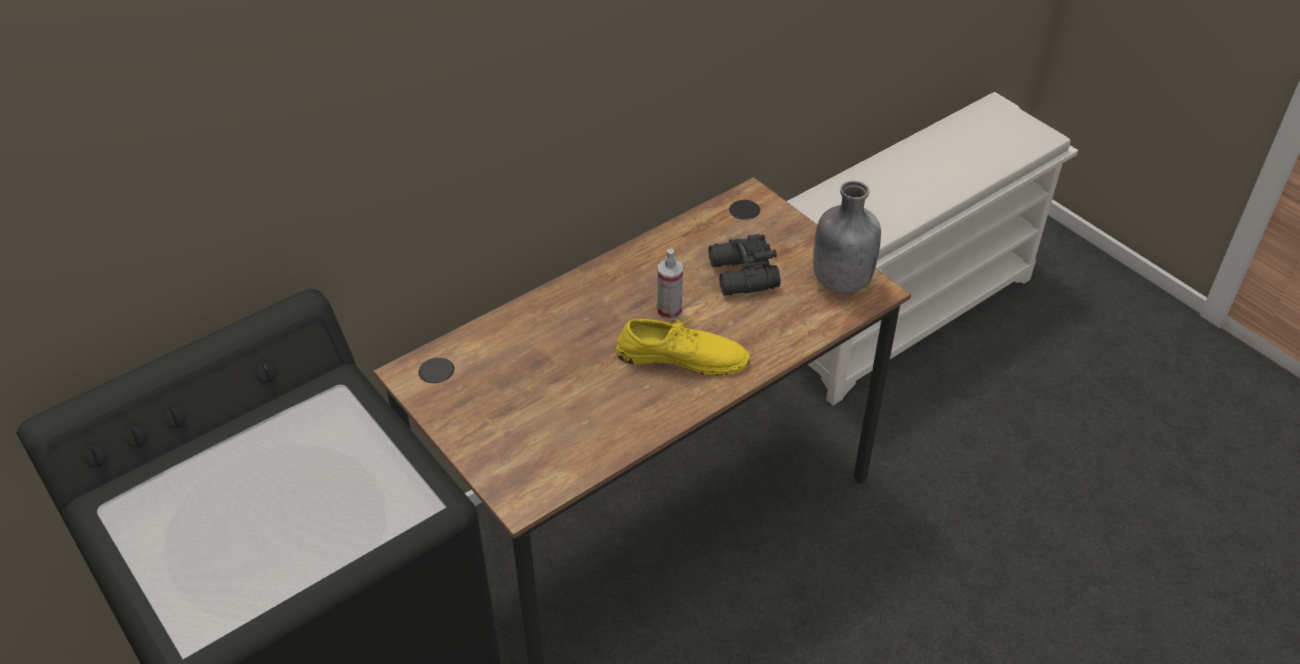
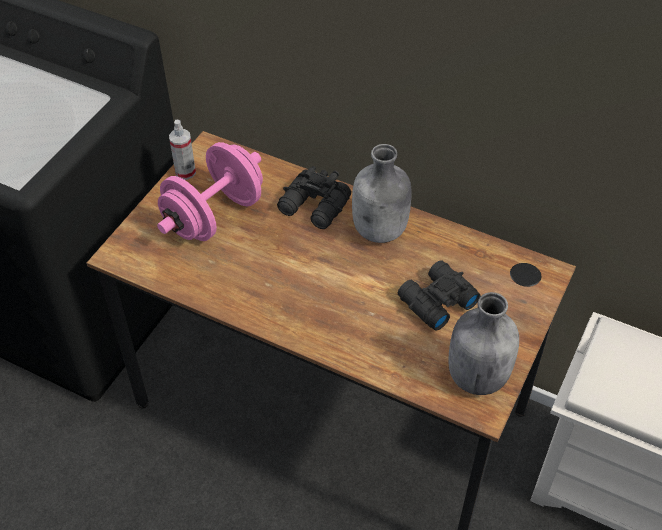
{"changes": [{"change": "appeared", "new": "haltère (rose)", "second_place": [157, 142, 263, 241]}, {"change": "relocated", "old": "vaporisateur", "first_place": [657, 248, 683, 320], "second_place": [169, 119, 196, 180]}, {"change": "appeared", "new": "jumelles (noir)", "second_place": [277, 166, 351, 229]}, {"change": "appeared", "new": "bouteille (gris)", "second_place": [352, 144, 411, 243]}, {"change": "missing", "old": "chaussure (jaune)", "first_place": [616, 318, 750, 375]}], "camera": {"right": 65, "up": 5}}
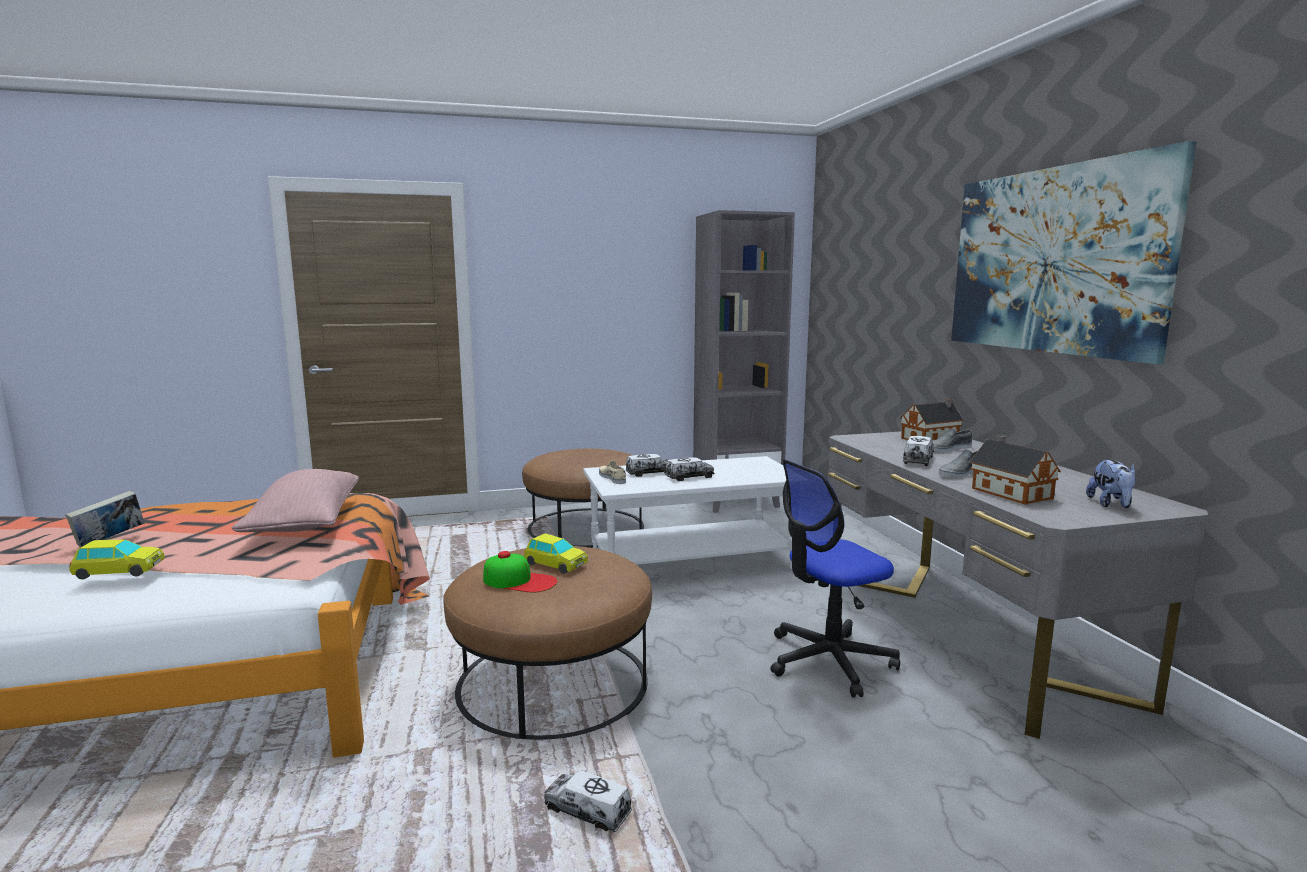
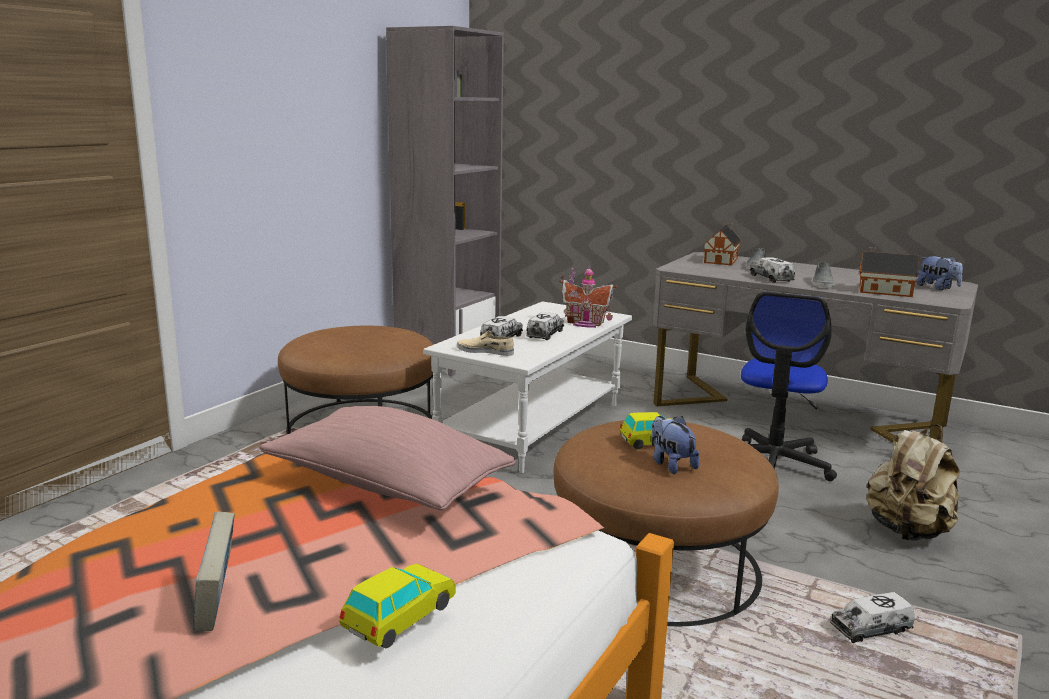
{"changes": [{"change": "appeared", "new": "maison miniature", "second_place": [560, 267, 617, 328]}, {"change": "exchanged", "old": "casquette", "new": "peluche", "first_place": [483, 551, 557, 592], "second_place": [651, 416, 700, 474]}, {"change": "appeared", "new": "sac à dos (beige)", "second_place": [866, 425, 959, 541]}, {"change": "missing", "old": "tableau", "first_place": [951, 141, 1196, 364]}], "camera": {"right": -45, "up": 5}}
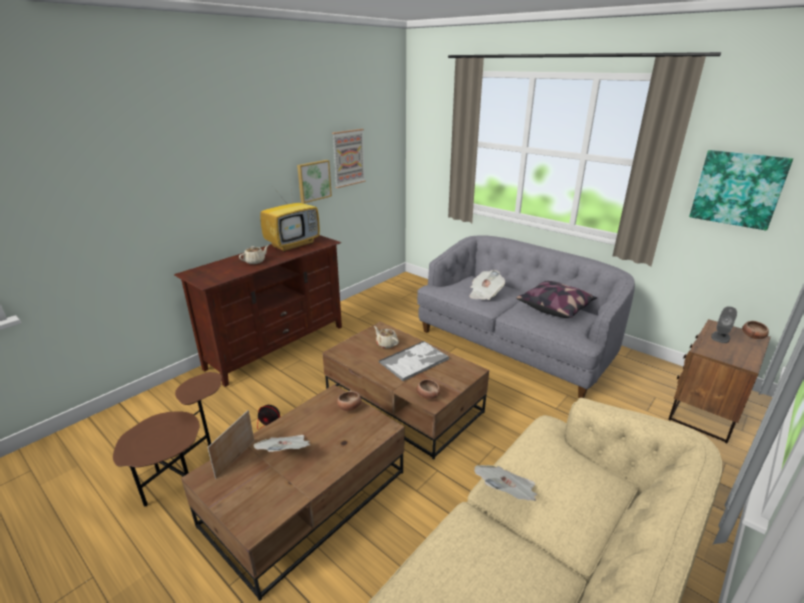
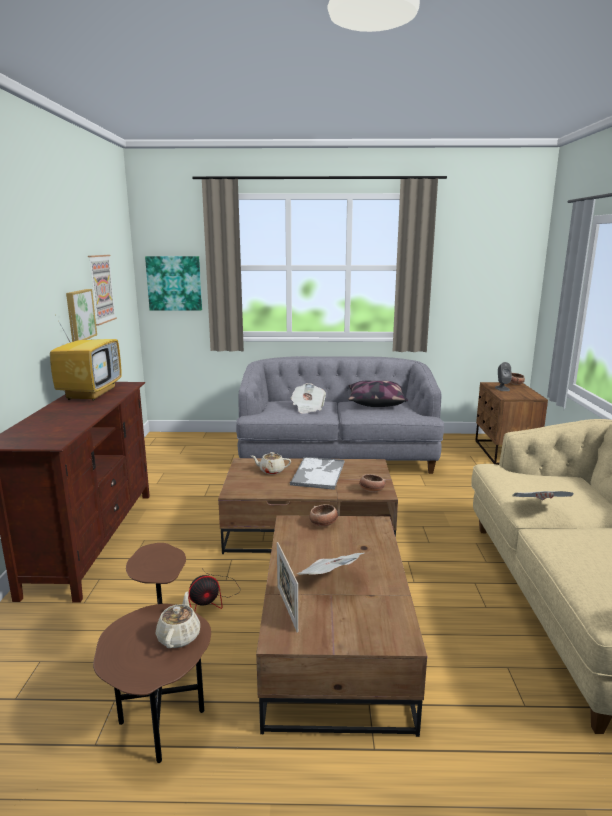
{"changes": [{"change": "relocated", "old": "tableau", "first_place": [689, 150, 793, 231], "second_place": [145, 256, 202, 311]}, {"change": "relocated", "old": "théière (beige)", "first_place": [239, 245, 269, 264], "second_place": [156, 591, 200, 648]}], "camera": {"right": -40, "up": -10}}
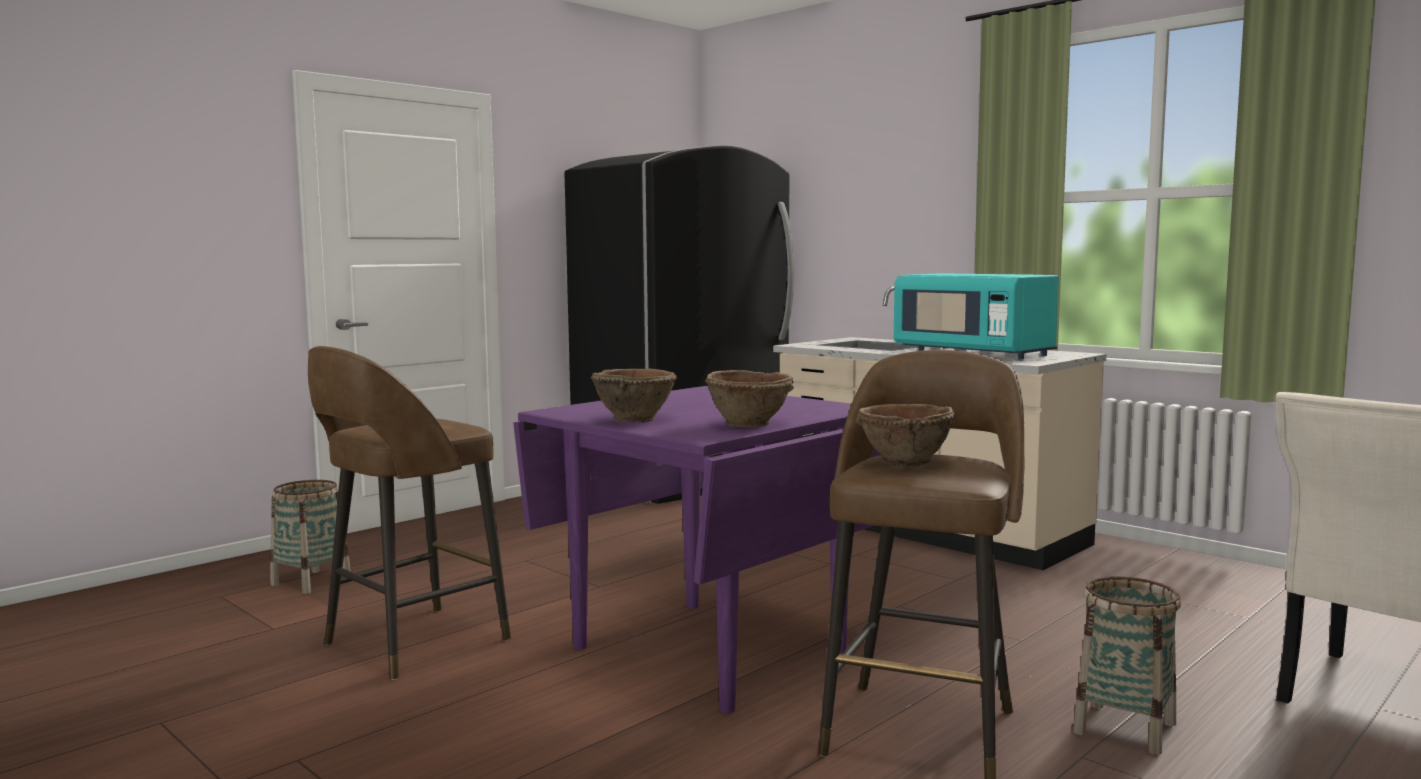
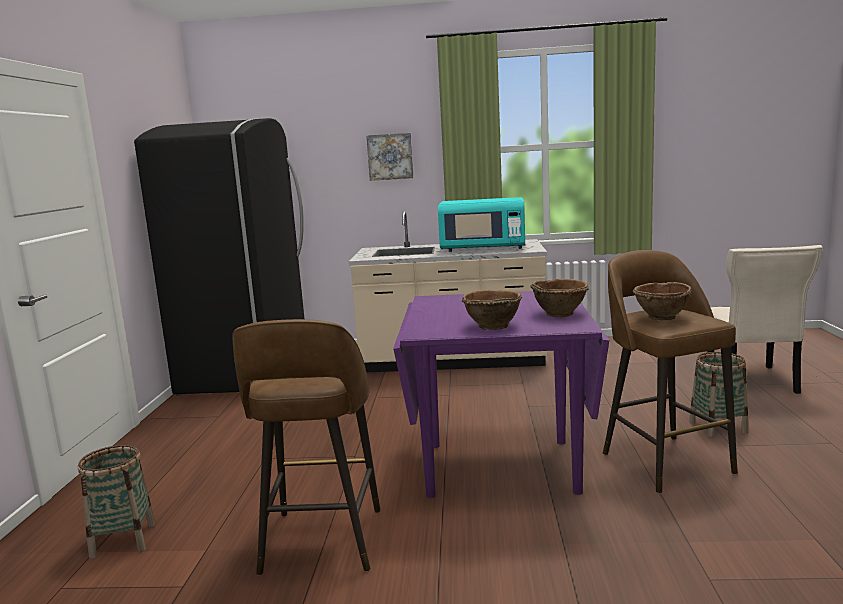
{"changes": [{"change": "appeared", "new": "tableau", "second_place": [367, 133, 413, 181]}], "camera": {"right": -40, "up": 5}}
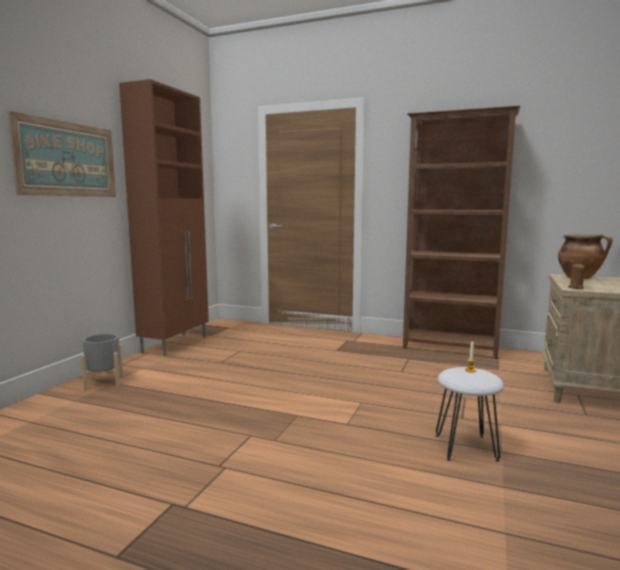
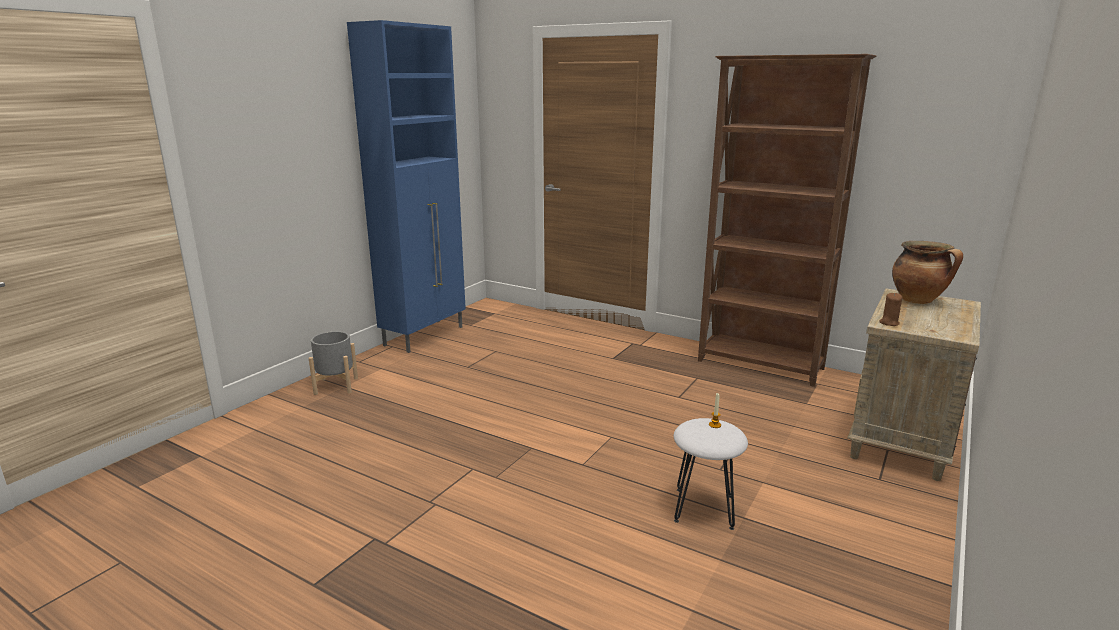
{"changes": [{"change": "colour", "old": "meuble de rangement (marron)", "new": "meuble de rangement (bleu)", "first_place": [119, 79, 209, 356], "second_place": [347, 20, 466, 353]}, {"change": "missing", "old": "tableau", "first_place": [7, 111, 116, 197]}], "camera": {"right": 10, "up": 10}}
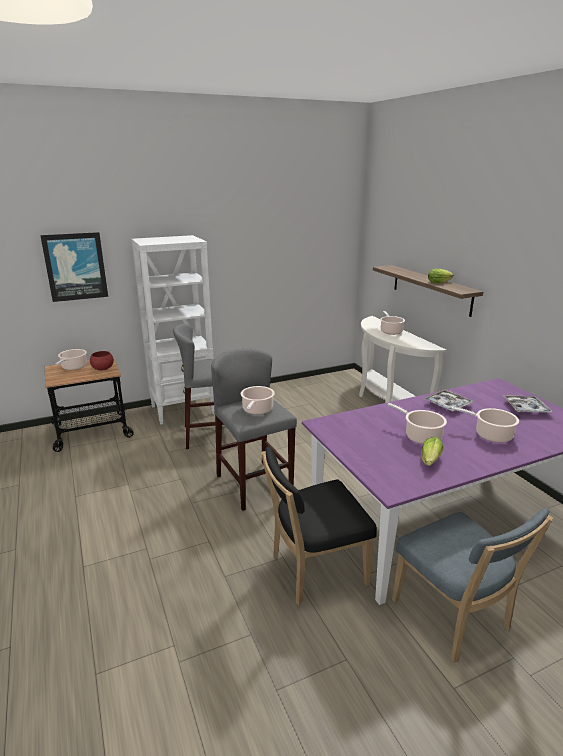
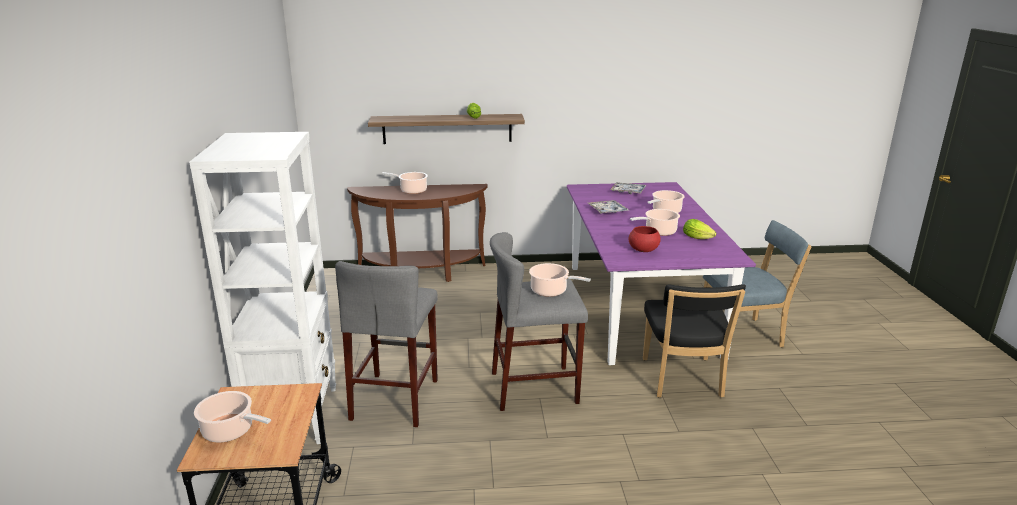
{"changes": [{"change": "colour", "old": "table console (blanc)", "new": "table console (marron)", "first_place": [359, 316, 447, 403], "second_place": [347, 184, 488, 282]}, {"change": "relocated", "old": "bol (rouge)", "first_place": [90, 351, 114, 370], "second_place": [629, 226, 661, 252]}, {"change": "missing", "old": "tableau", "first_place": [40, 232, 108, 302]}], "camera": {"right": -70, "up": 0}}
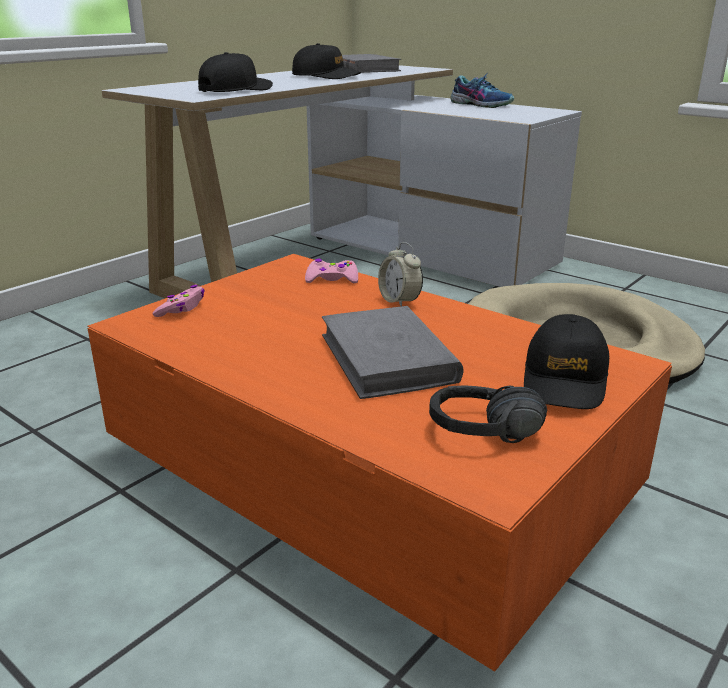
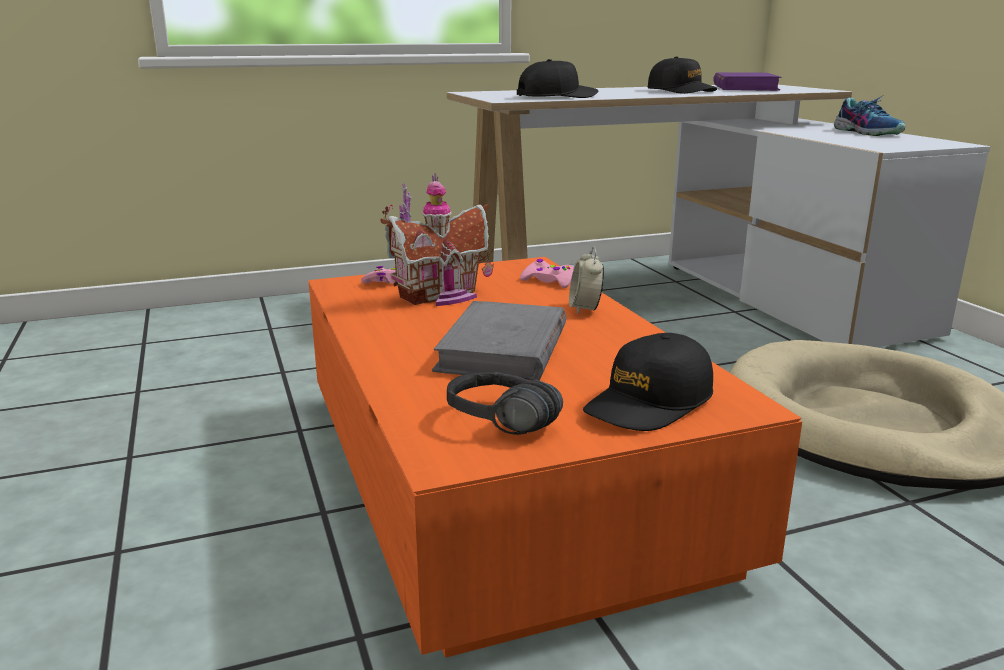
{"changes": [{"change": "appeared", "new": "maison miniature", "second_place": [380, 174, 494, 306]}, {"change": "colour", "old": "livre (gris)", "new": "livre (violet)", "first_place": [342, 54, 401, 73], "second_place": [713, 72, 782, 91]}], "camera": {"right": 30, "up": -5}}
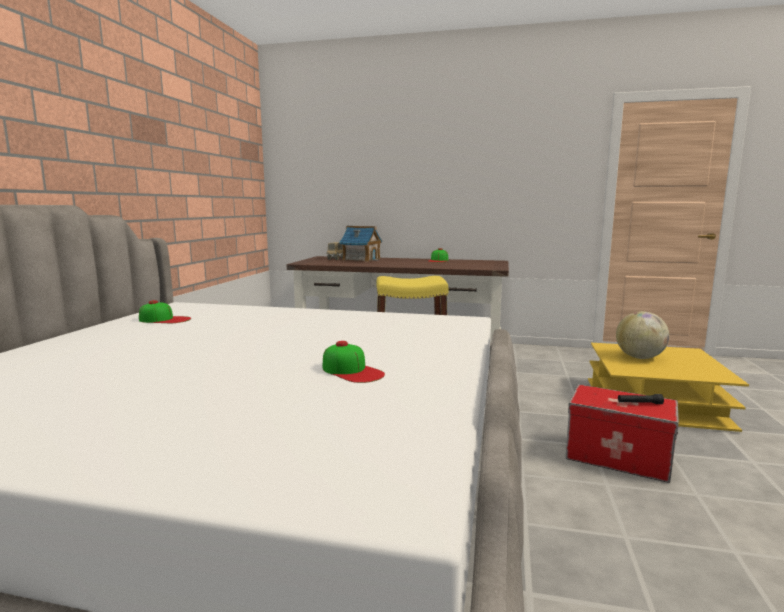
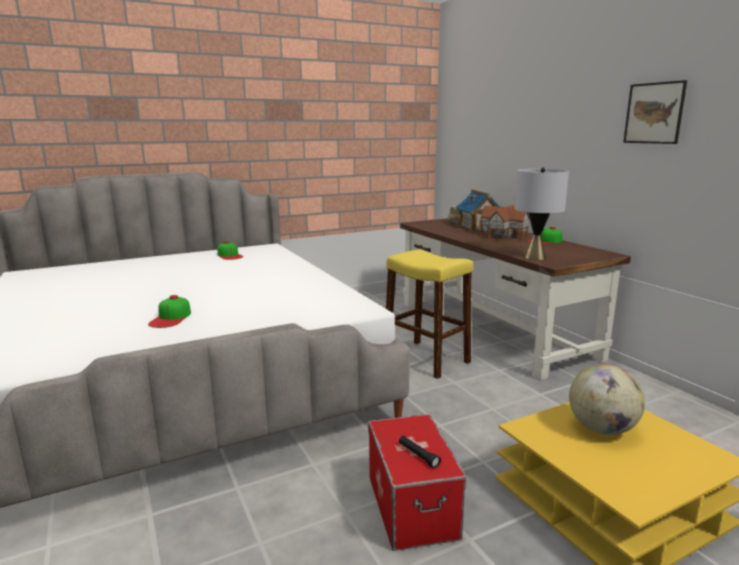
{"changes": [{"change": "appeared", "new": "maison miniature", "second_place": [480, 205, 530, 240]}, {"change": "appeared", "new": "lampe de table (gris)", "second_place": [514, 167, 569, 260]}, {"change": "appeared", "new": "tableau", "second_place": [623, 80, 687, 144]}], "camera": {"right": 50, "up": 5}}
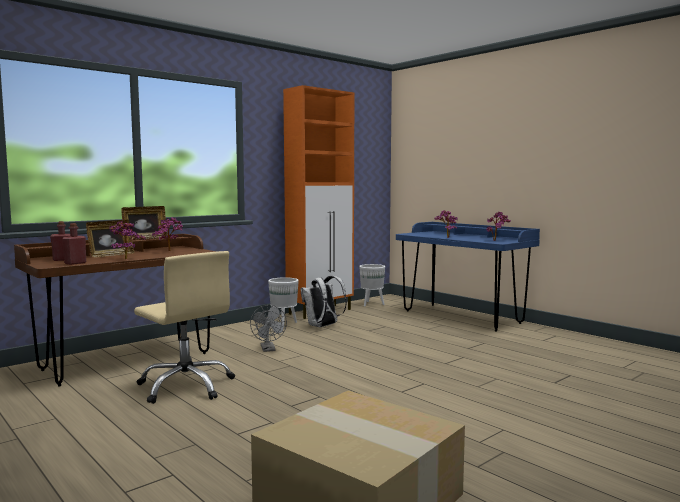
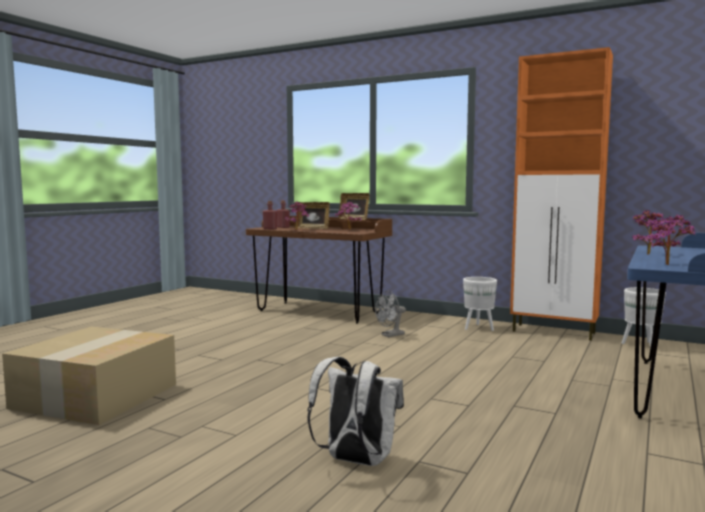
{"changes": [{"change": "relocated", "old": "sac à dos (blanc)", "first_place": [301, 276, 347, 327], "second_place": [307, 357, 404, 466]}, {"change": "missing", "old": "chaise de bureau (beige)", "first_place": [134, 251, 235, 404]}], "camera": {"right": 70, "up": 0}}
